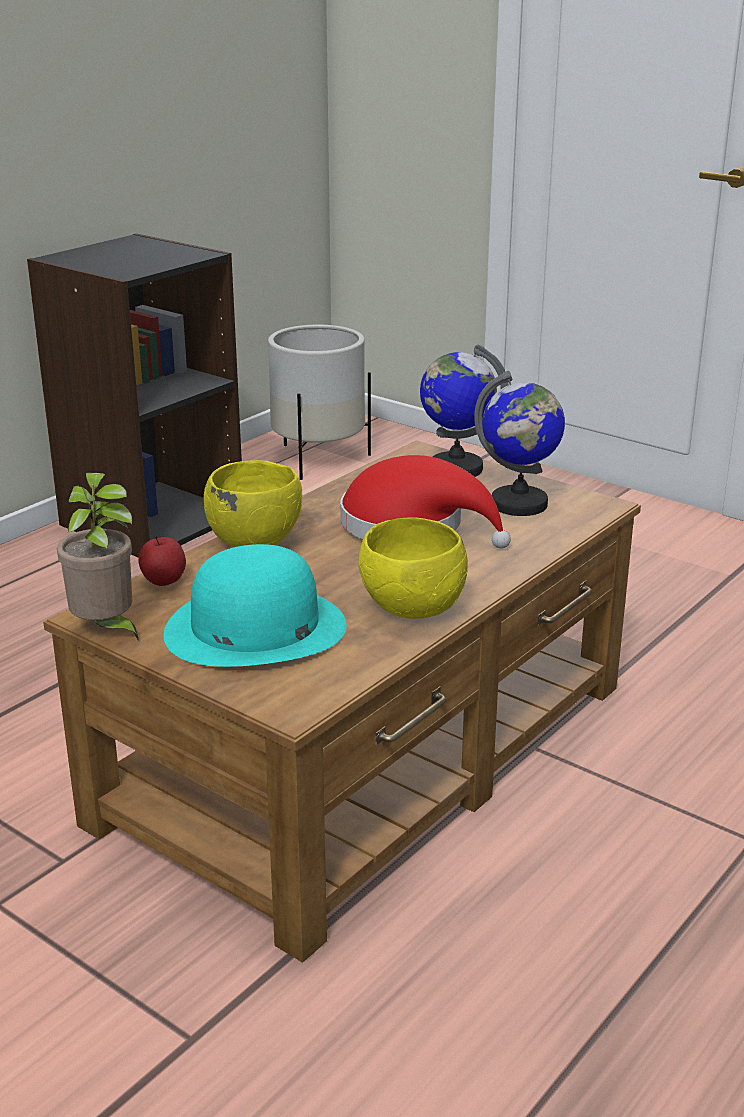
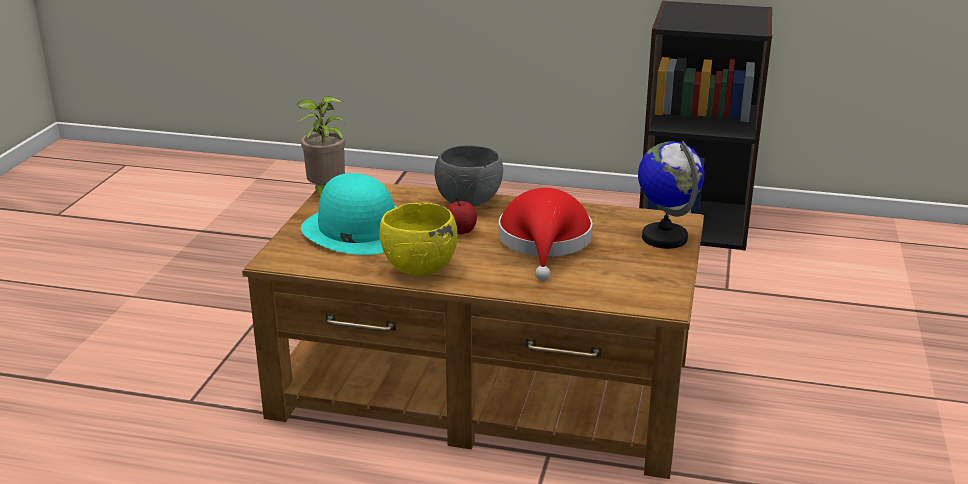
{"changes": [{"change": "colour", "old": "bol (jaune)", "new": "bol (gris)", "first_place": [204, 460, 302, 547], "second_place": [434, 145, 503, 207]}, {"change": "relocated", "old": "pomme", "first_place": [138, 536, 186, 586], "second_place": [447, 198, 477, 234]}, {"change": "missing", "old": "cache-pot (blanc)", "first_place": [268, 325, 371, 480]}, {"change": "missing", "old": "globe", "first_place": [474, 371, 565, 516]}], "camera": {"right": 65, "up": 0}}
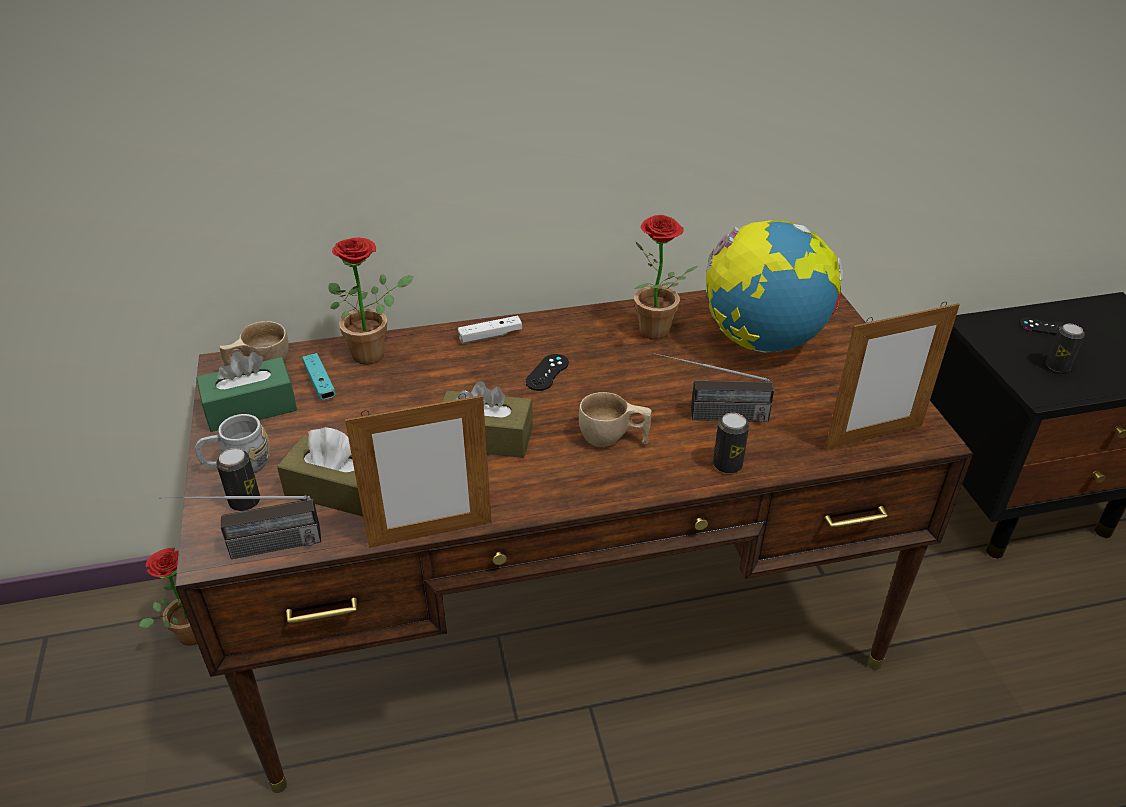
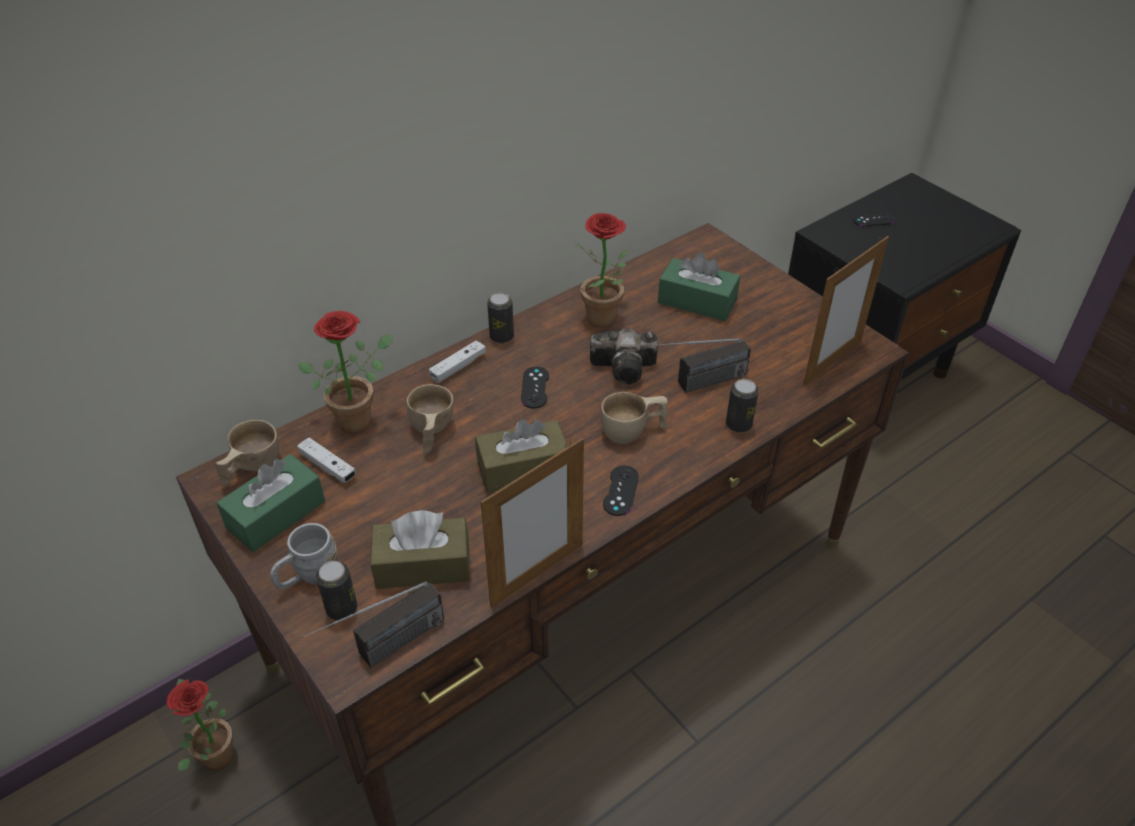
{"changes": [{"change": "colour", "old": "manette (turquoise)", "new": "manette (blanc)", "first_place": [302, 353, 336, 400], "second_place": [297, 437, 356, 483]}, {"change": "appeared", "new": "tasse (beige)", "second_place": [407, 384, 454, 454]}, {"change": "relocated", "old": "boîte métallique", "first_place": [1046, 324, 1085, 373], "second_place": [487, 293, 514, 343]}, {"change": "appeared", "new": "appareil photo", "second_place": [590, 328, 658, 384]}, {"change": "appeared", "new": "manette (noir)", "second_place": [603, 466, 639, 516]}, {"change": "exchanged", "old": "globe", "new": "boîte à mouchoirs (vert)", "first_place": [706, 220, 843, 353], "second_place": [658, 253, 740, 321]}], "camera": {"right": -25, "up": 5}}
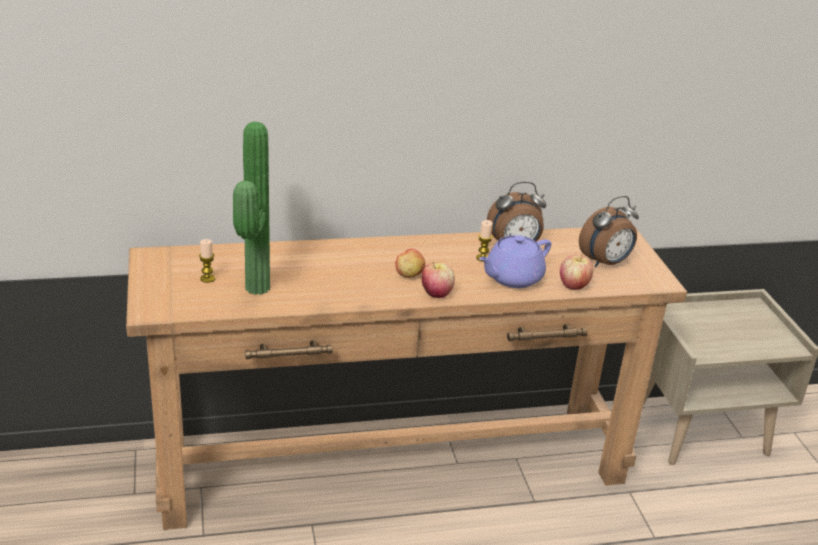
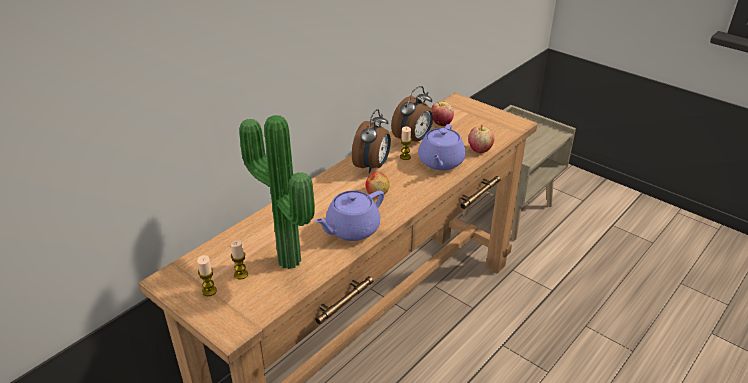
{"changes": [{"change": "appeared", "new": "bougie", "second_place": [197, 255, 217, 296]}, {"change": "appeared", "new": "théière (violet)", "second_place": [315, 191, 384, 241]}, {"change": "relocated", "old": "réveil", "first_place": [579, 196, 639, 267], "second_place": [352, 109, 391, 173]}, {"change": "relocated", "old": "pomme", "first_place": [422, 262, 455, 298], "second_place": [431, 101, 454, 126]}], "camera": {"right": -35, "up": 5}}
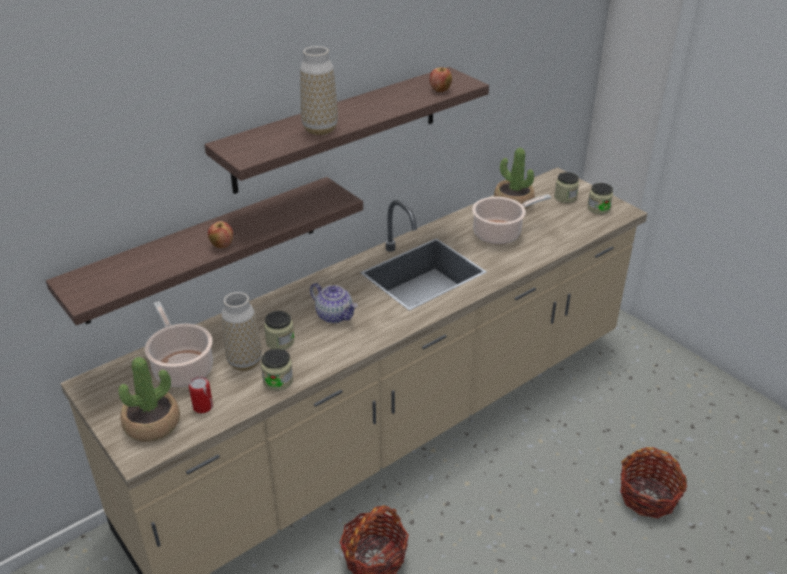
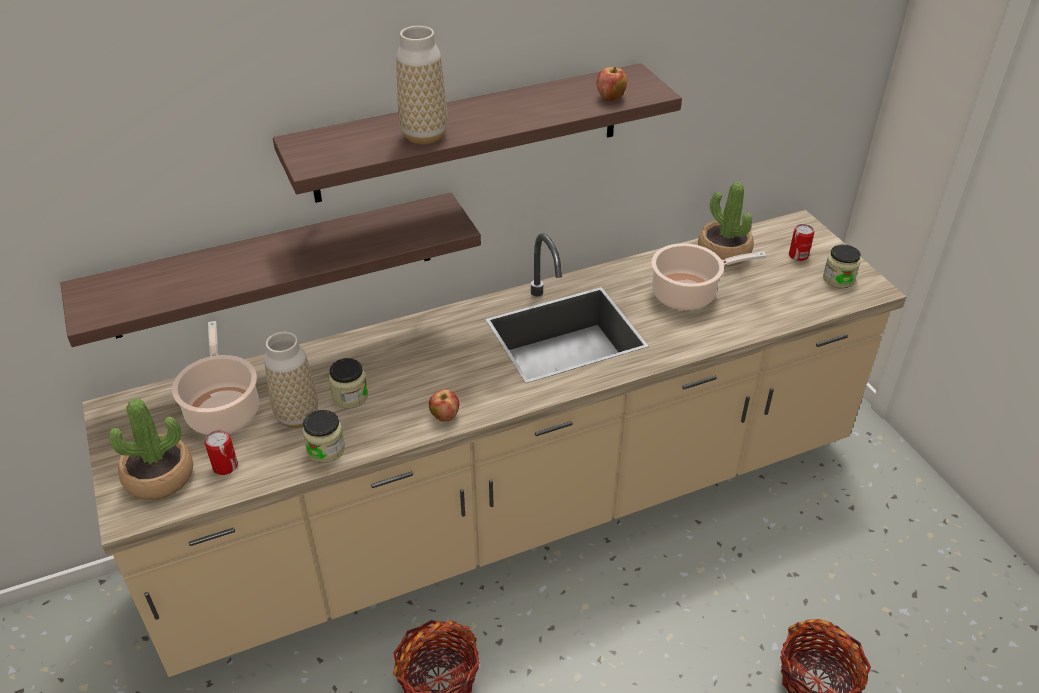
{"changes": [{"change": "relocated", "old": "pomme", "first_place": [208, 221, 233, 248], "second_place": [429, 389, 459, 421]}, {"change": "exchanged", "old": "bocal", "new": "boîte métallique", "first_place": [554, 172, 579, 203], "second_place": [789, 224, 814, 261]}, {"change": "missing", "old": "théière", "first_place": [310, 283, 358, 323]}], "camera": {"right": 15, "up": 5}}
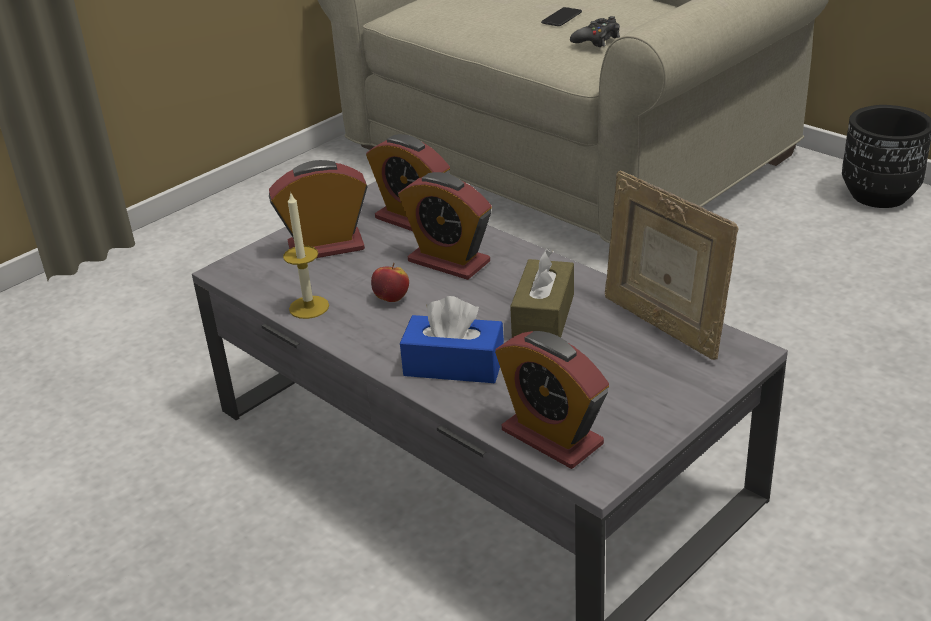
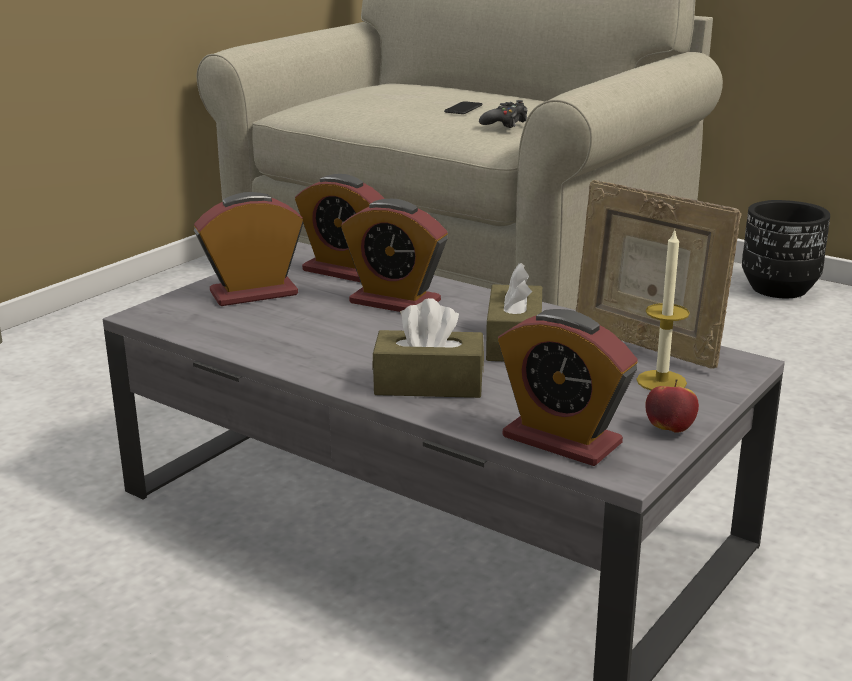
{"changes": [{"change": "colour", "old": "boîte à mouchoirs (bleu)", "new": "boîte à mouchoirs (marron)", "first_place": [400, 296, 504, 383], "second_place": [372, 298, 484, 398]}, {"change": "relocated", "old": "bougie", "first_place": [283, 193, 329, 319], "second_place": [637, 229, 690, 390]}, {"change": "relocated", "old": "pomme", "first_place": [371, 263, 409, 302], "second_place": [645, 379, 699, 433]}], "camera": {"right": -10, "up": -10}}
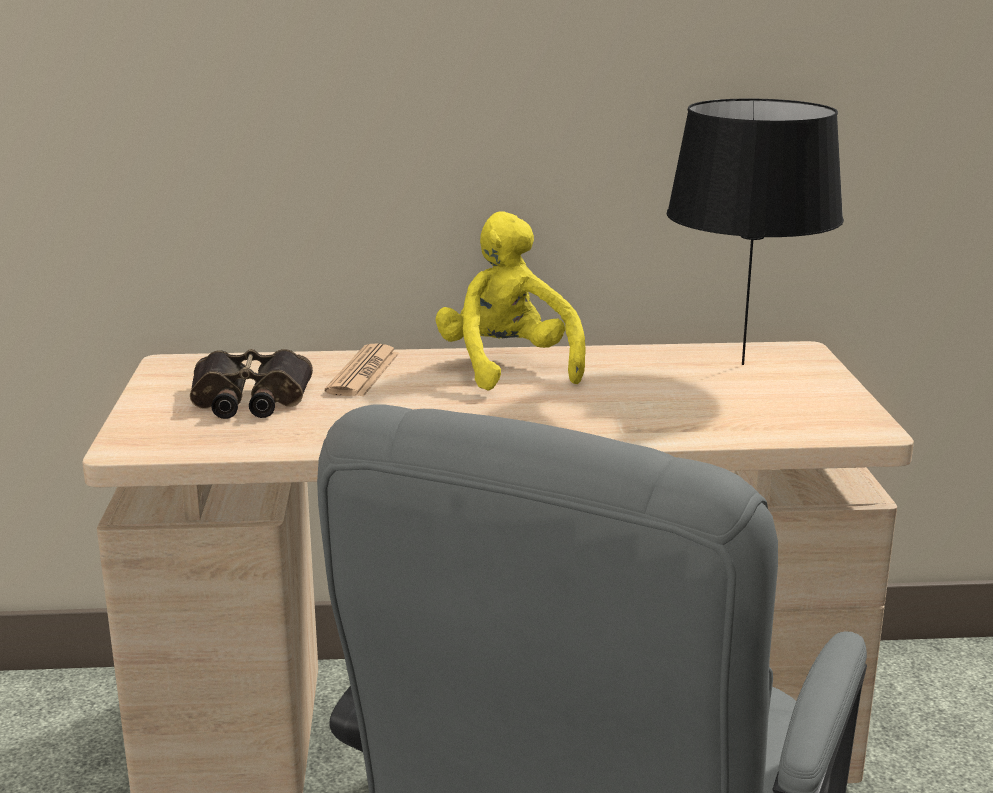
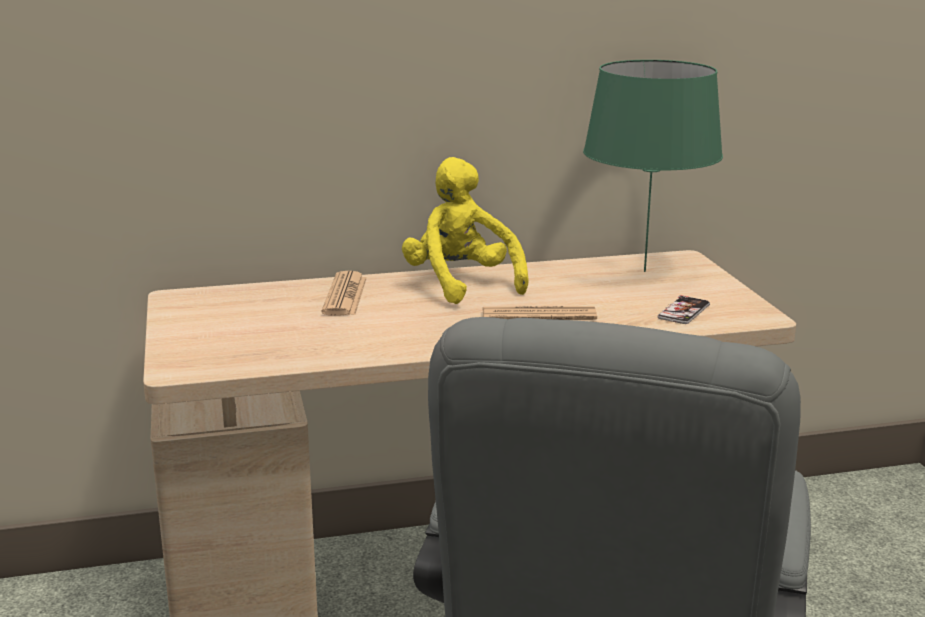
{"changes": [{"change": "appeared", "new": "journal", "second_place": [483, 306, 597, 320]}, {"change": "colour", "old": "lampe de table (noir)", "new": "lampe de table (vert)", "first_place": [666, 99, 844, 365], "second_place": [583, 60, 723, 272]}, {"change": "appeared", "new": "téléphone", "second_place": [658, 295, 710, 324]}, {"change": "missing", "old": "jumelles", "first_place": [190, 349, 313, 419]}], "camera": {"right": -10, "up": 0}}
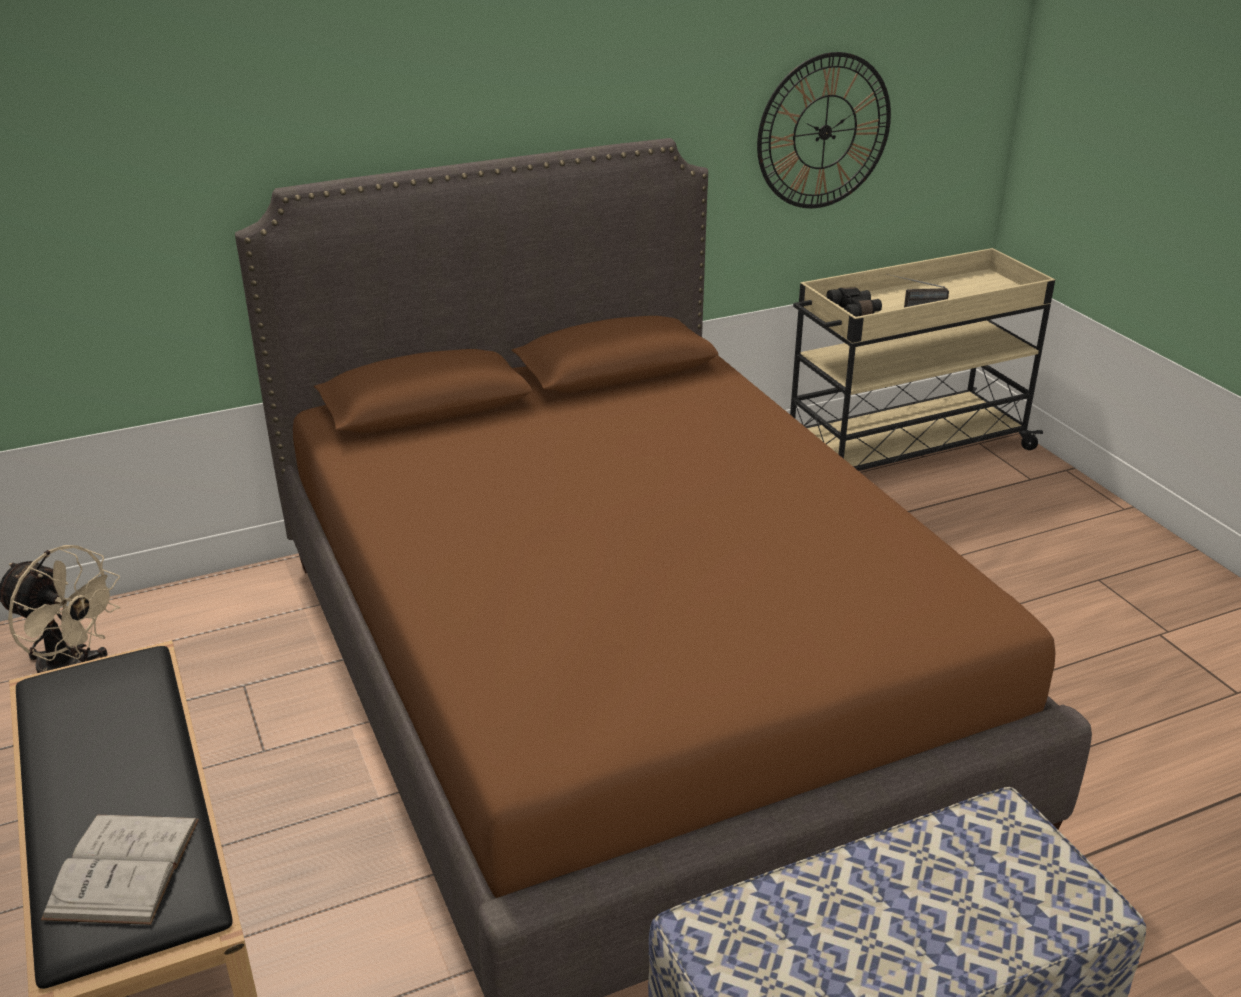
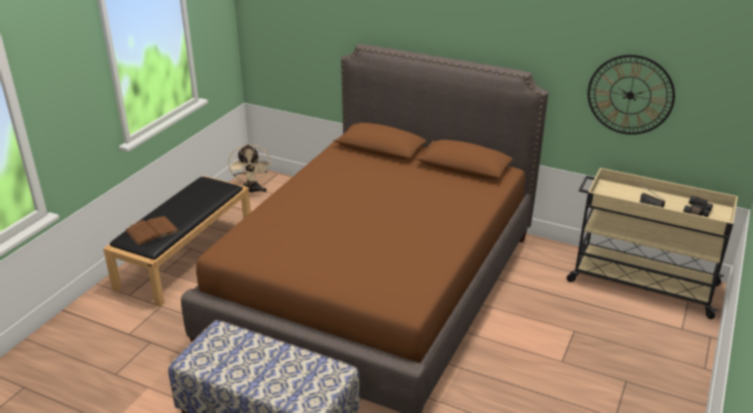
{"changes": [{"change": "colour", "old": "livre (blanc)", "new": "livre (marron)", "first_place": [41, 815, 199, 925], "second_place": [125, 216, 180, 246]}, {"change": "relocated", "old": "jumelles (noir)", "first_place": [827, 287, 882, 317], "second_place": [683, 195, 713, 217]}], "camera": {"right": 50, "up": 0}}
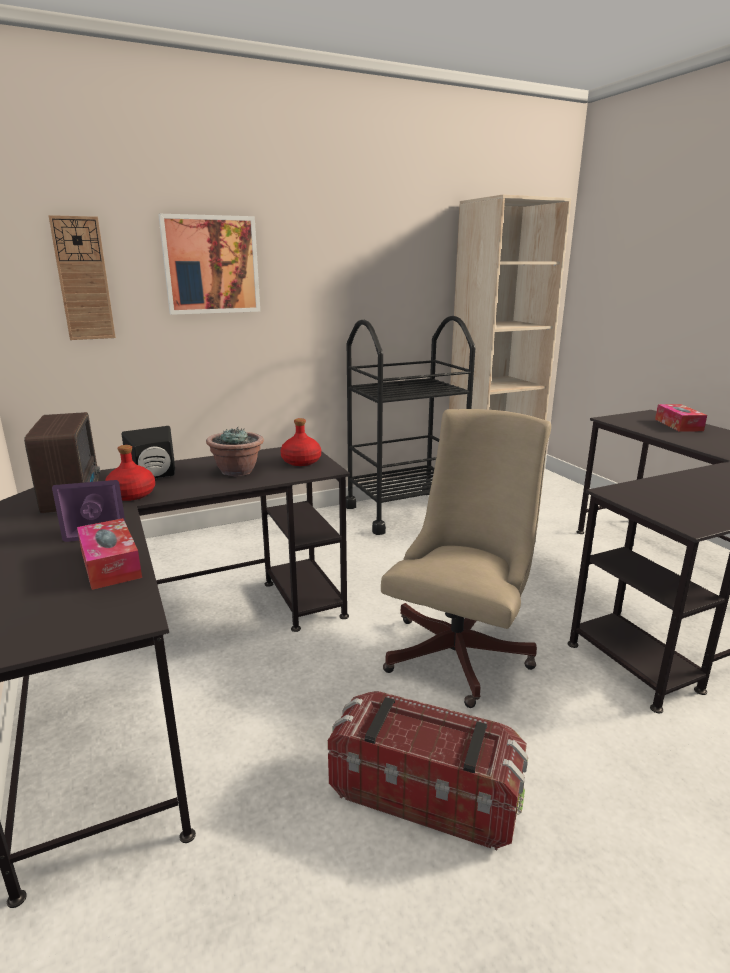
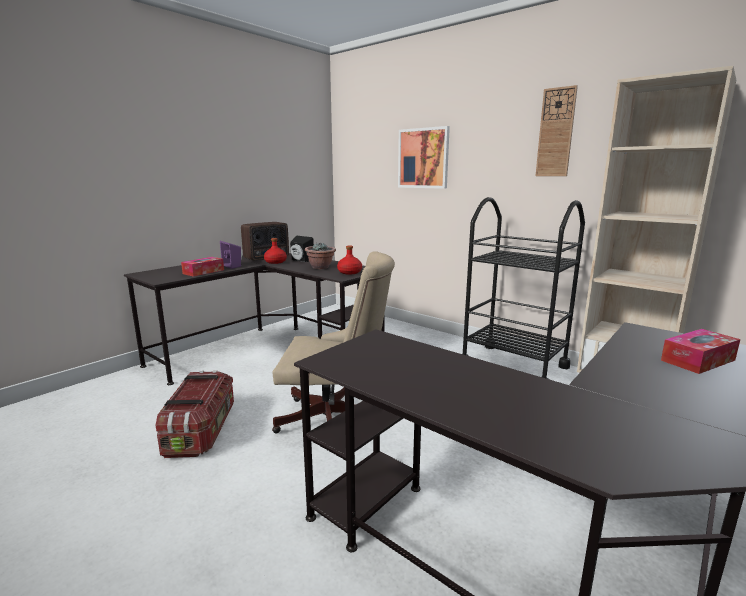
{"changes": [{"change": "relocated", "old": "horloge murale", "first_place": [48, 215, 116, 340], "second_place": [535, 85, 578, 176]}], "camera": {"right": 65, "up": -5}}
